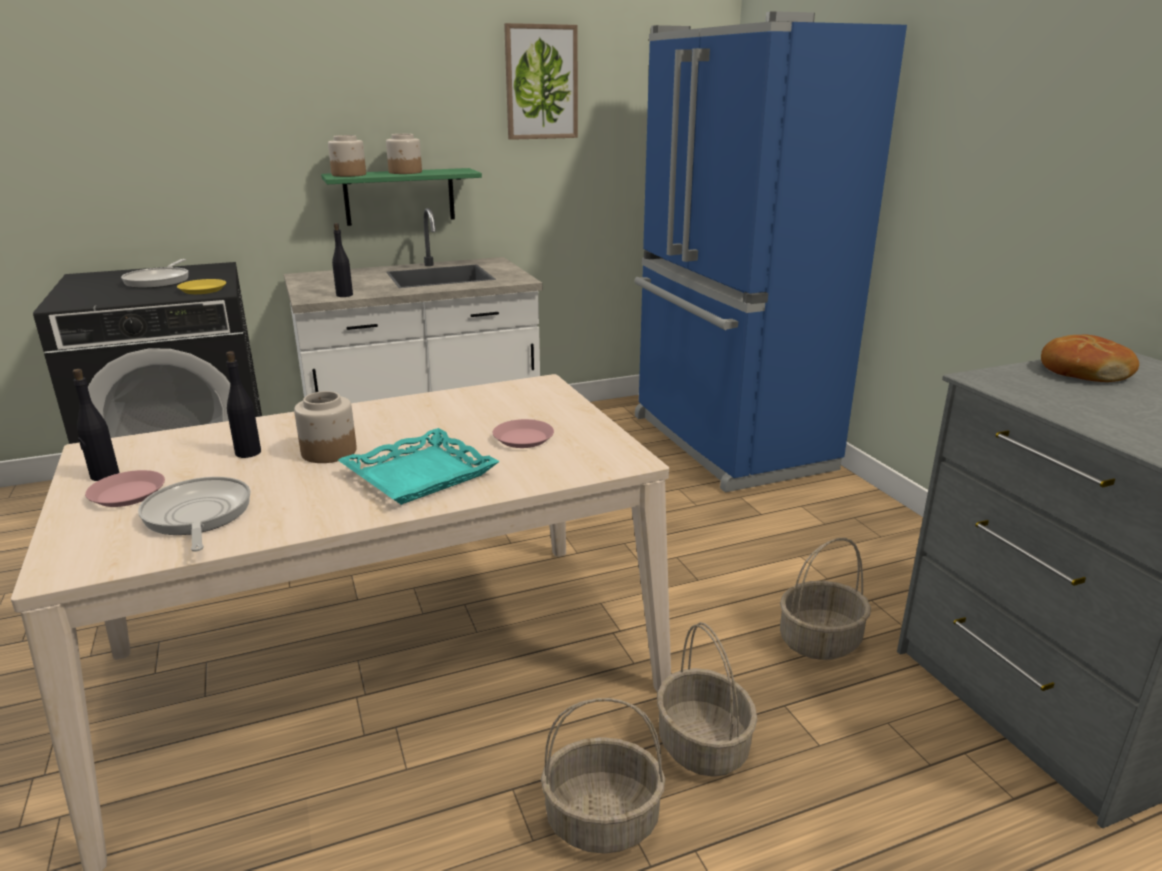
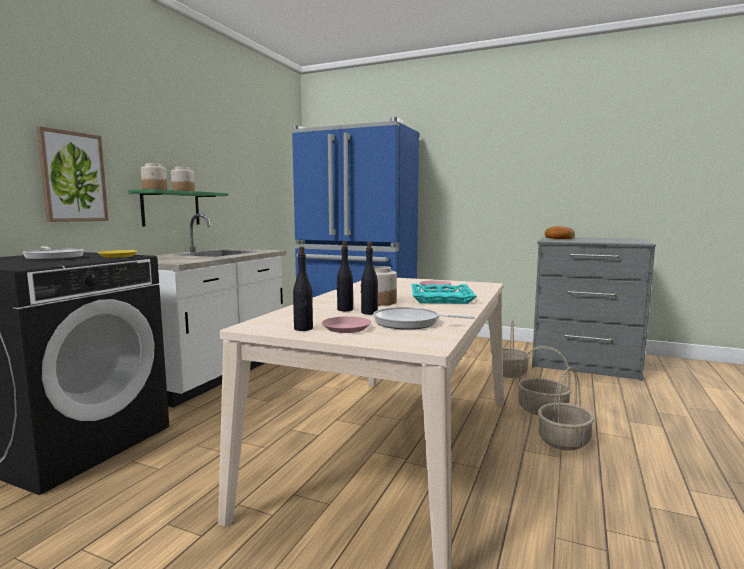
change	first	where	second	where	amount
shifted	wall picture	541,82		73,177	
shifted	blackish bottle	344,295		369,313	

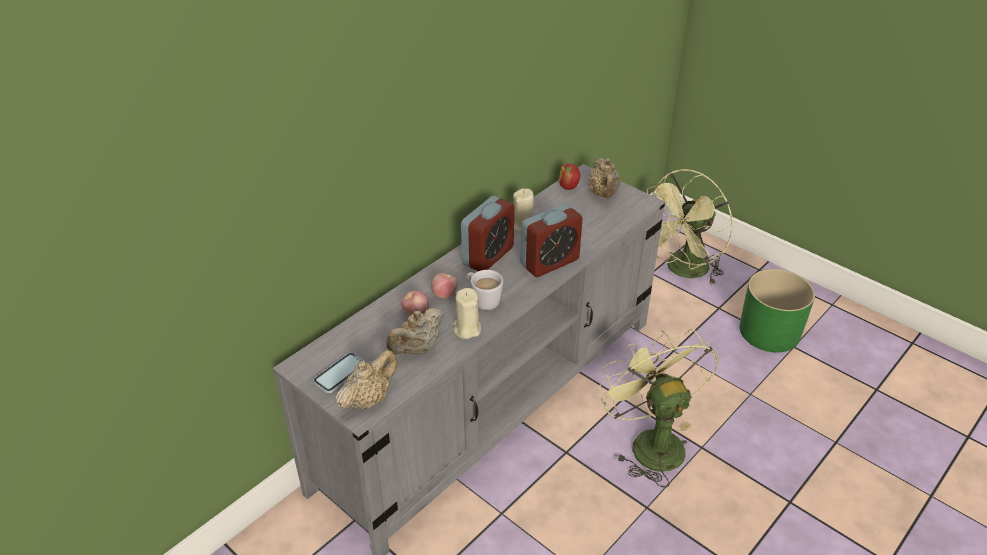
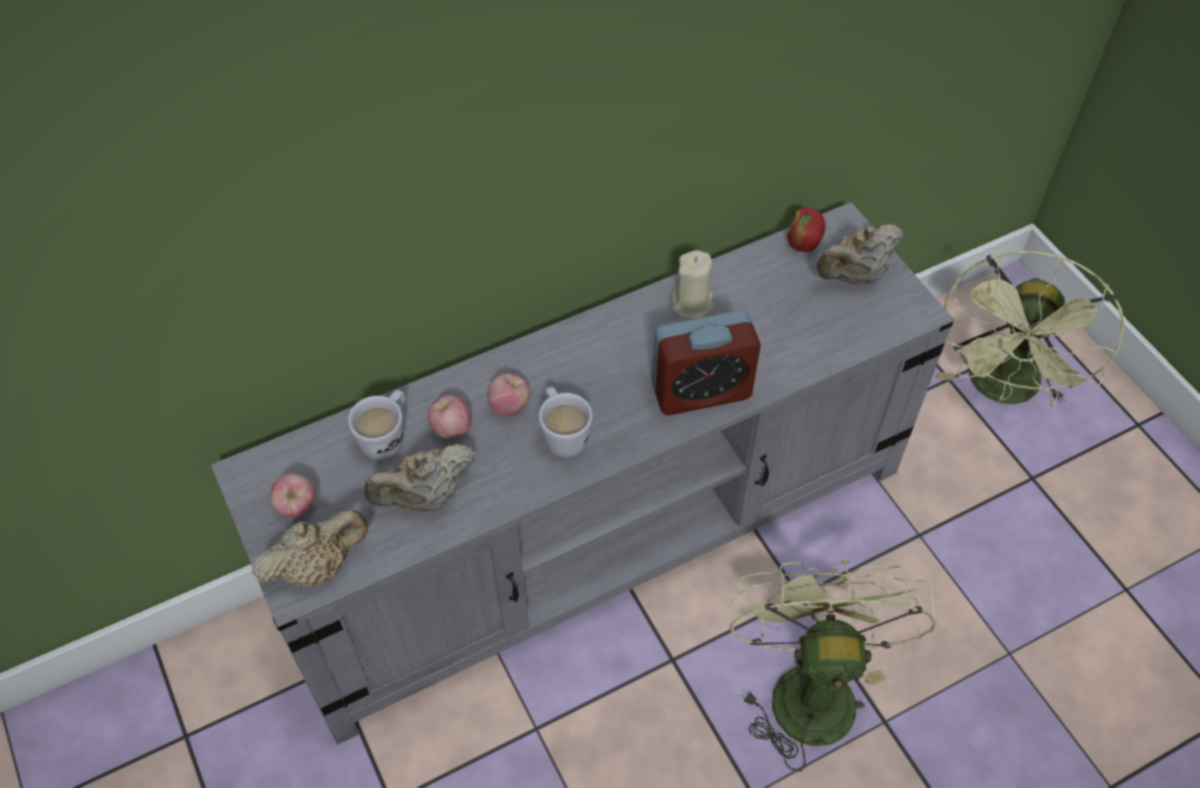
change	first	where	second	where	amount
swapped	telephone	340,374	whole apple	297,507	
new			whitish tea mug	387,437	
rotated	beige tea pot	603,194		855,276	45 degrees clockwise
rotated	greenish electric fan	683,271		1003,390	45 degrees counterclockwise
gone	beige wax candle	467,329			
gone	table clock	488,256			
gone	greenish flower pot	770,331			

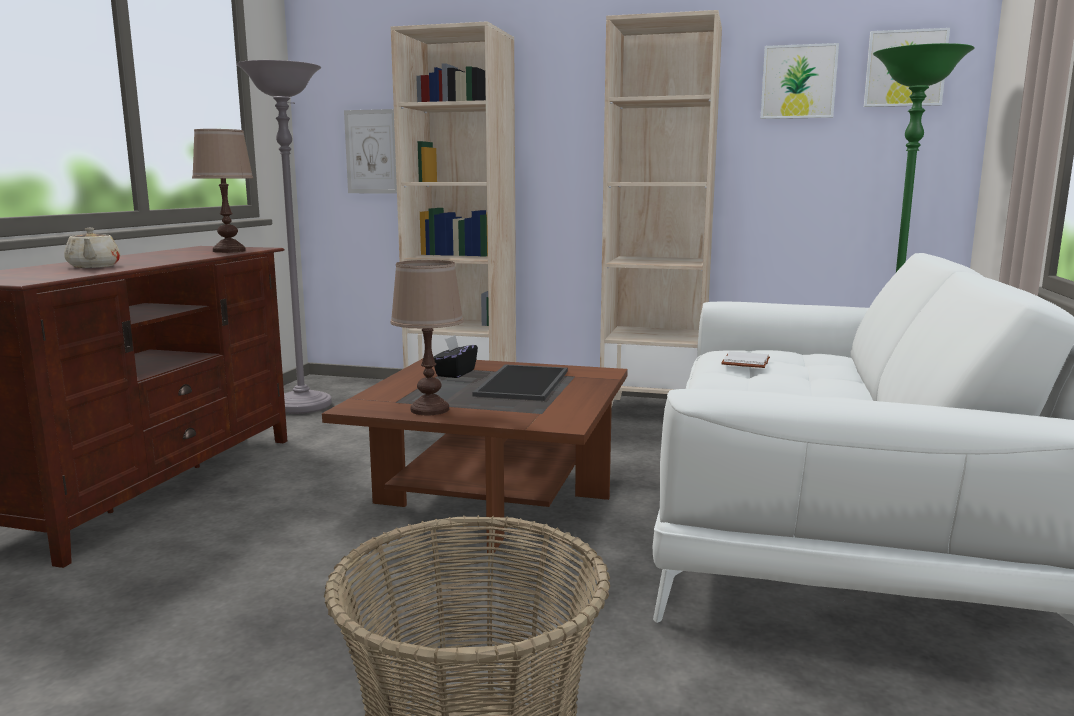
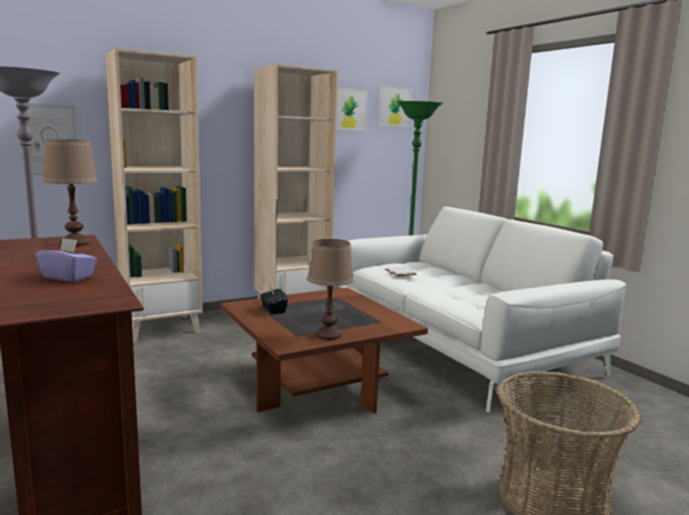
change	first	where	second	where	amount
swapped	beige tea pot	93,266	purple-coloured tissue holder	68,277	
gone	serving tray	521,382			

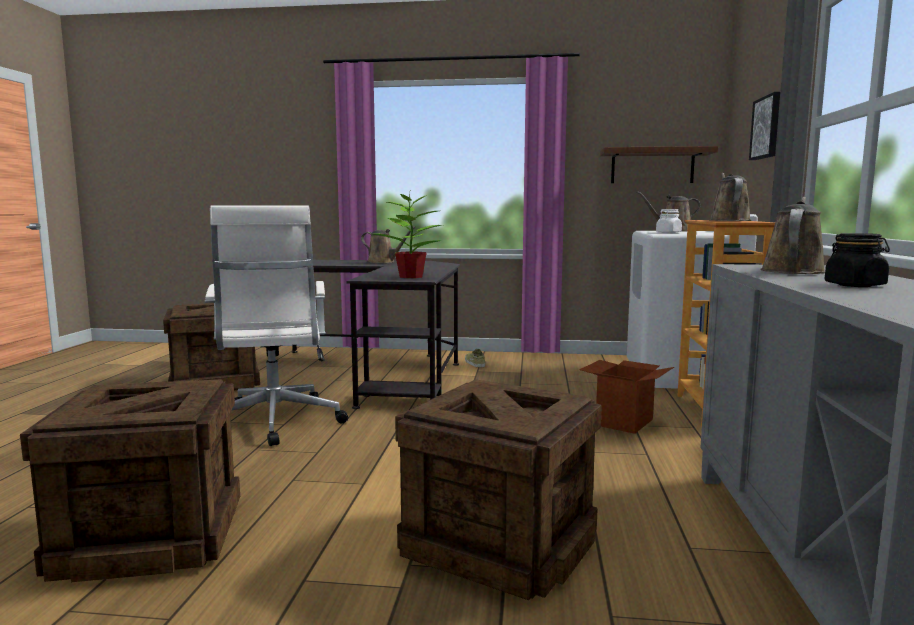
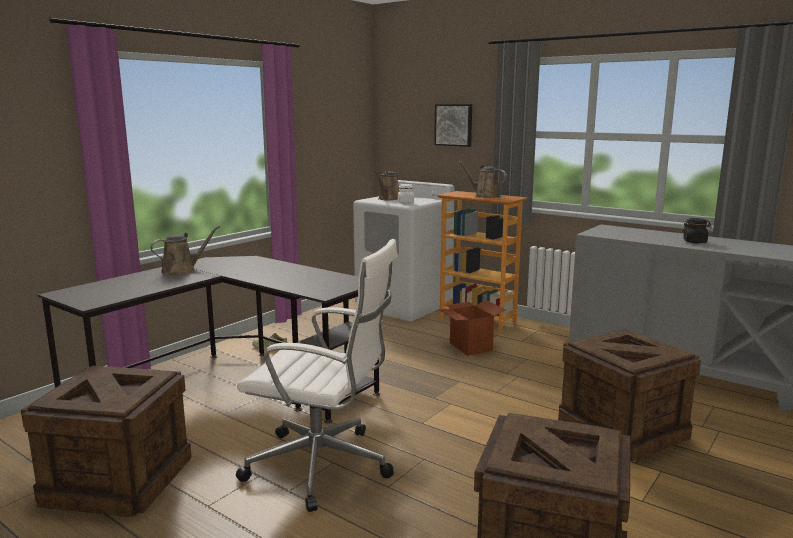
change	first	where	second	where	amount
gone	houseplant	412,277			
gone	brownish shelf	652,166			
gone	brownish watering can	792,271			

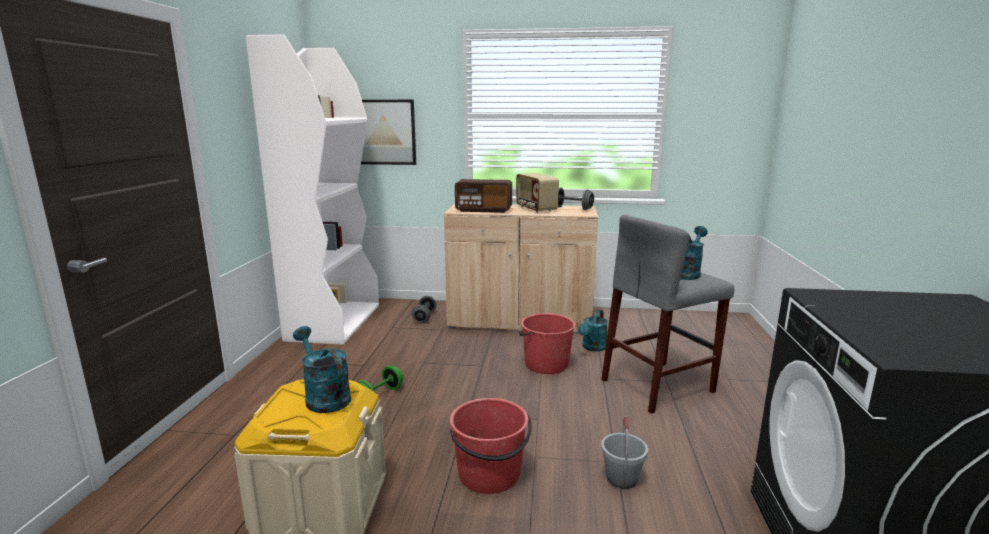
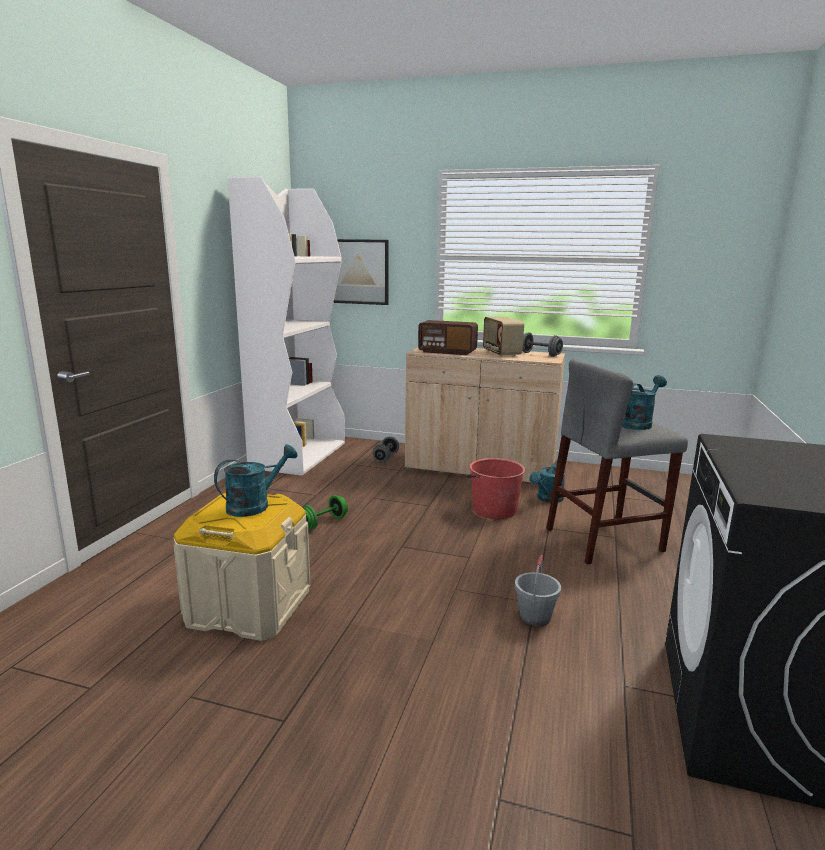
change	first	where	second	where	amount
rotated	blue-green watering can	324,397		255,505	75 degrees clockwise
gone	red pail	490,474			

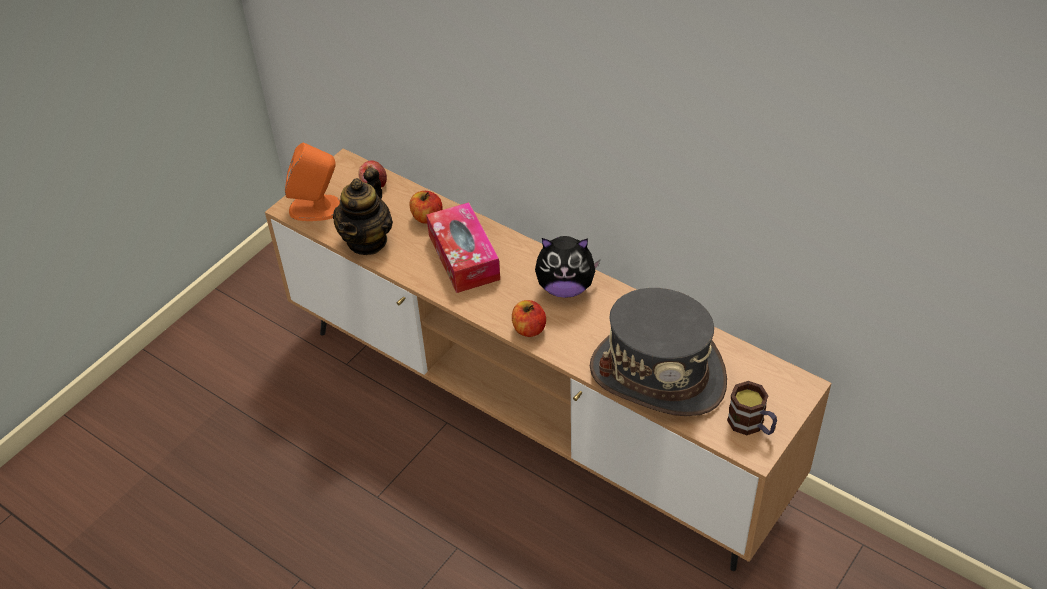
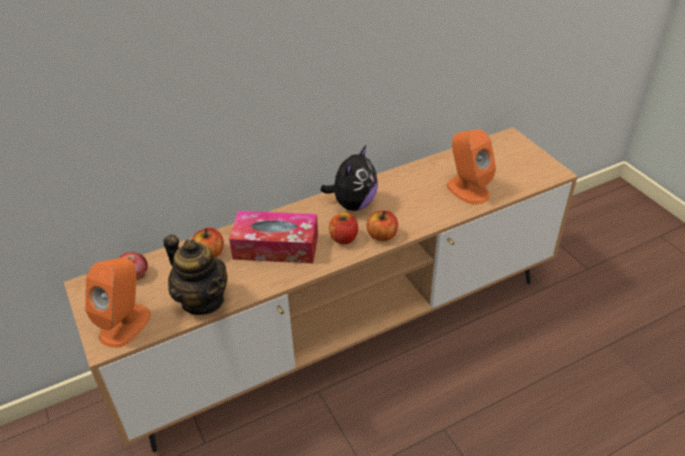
change	first	where	second	where	amount
new			whole apple	343,238	
swapped	greyish wearable hat	658,375	orange-coloured audio speaker	467,189	
gone	tea mug	751,425			

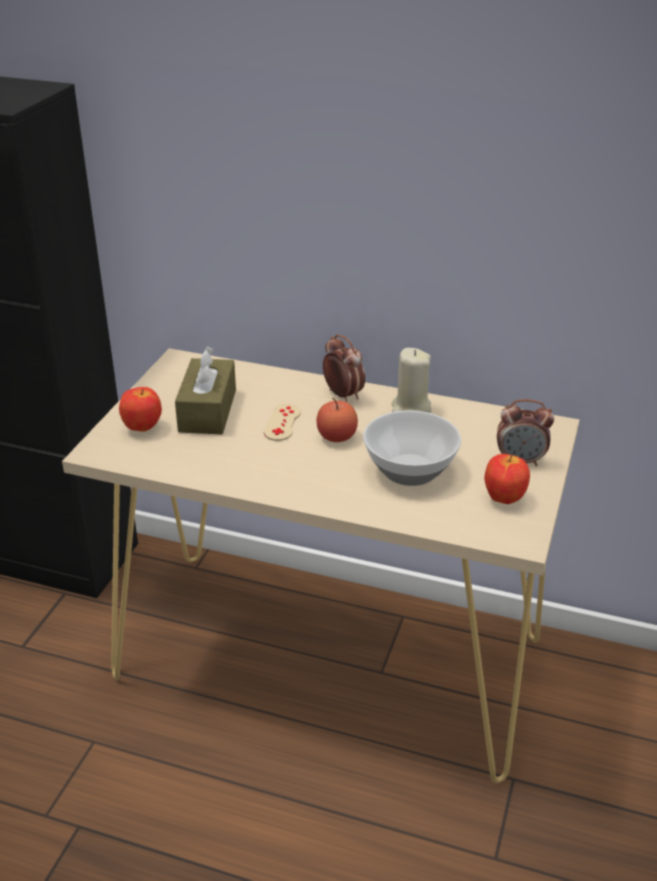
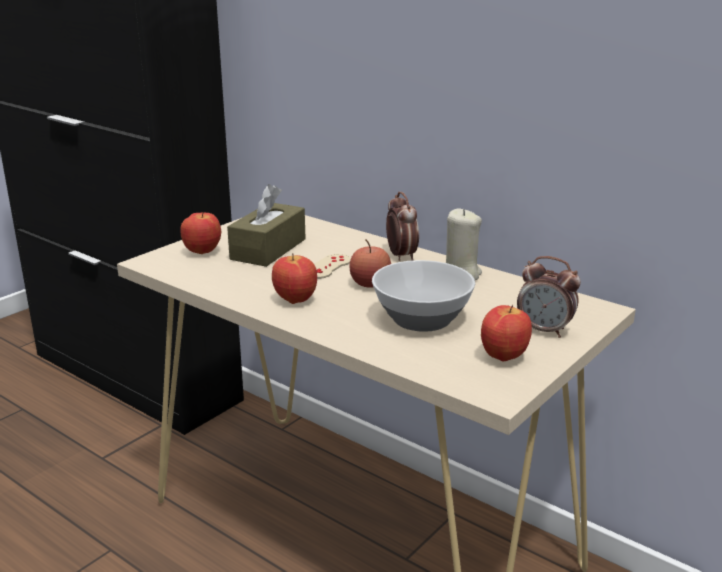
change	first	where	second	where	amount
new			whole apple	294,300	

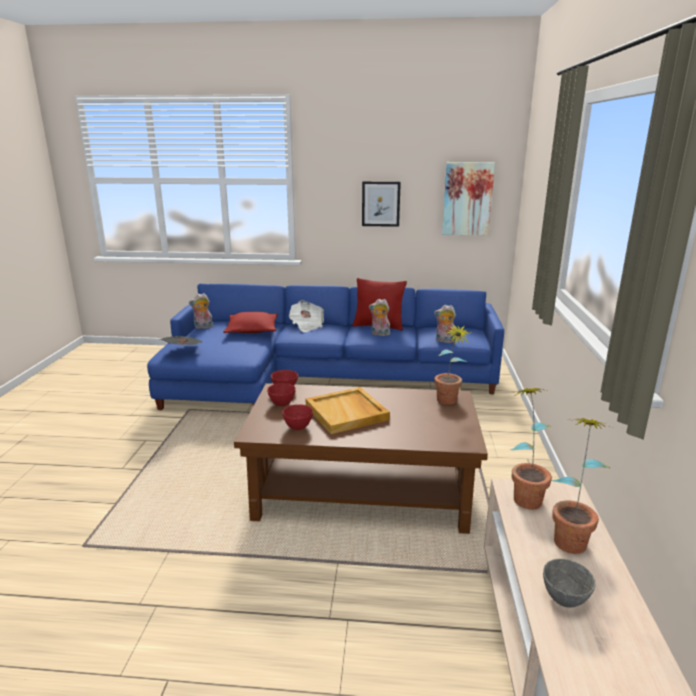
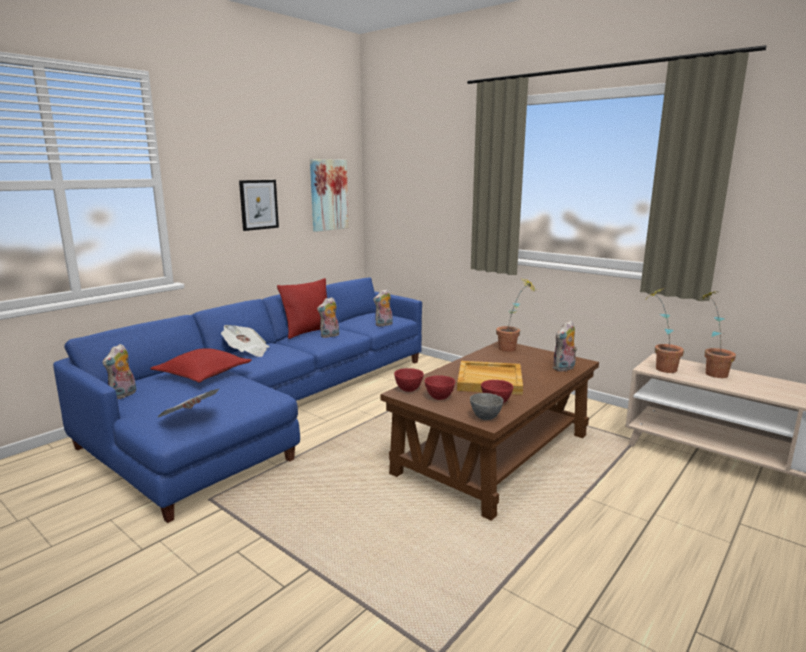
change	first	where	second	where	amount
shifted	greyish serving bowl	563,599		485,417	
new			soft toy	564,368	

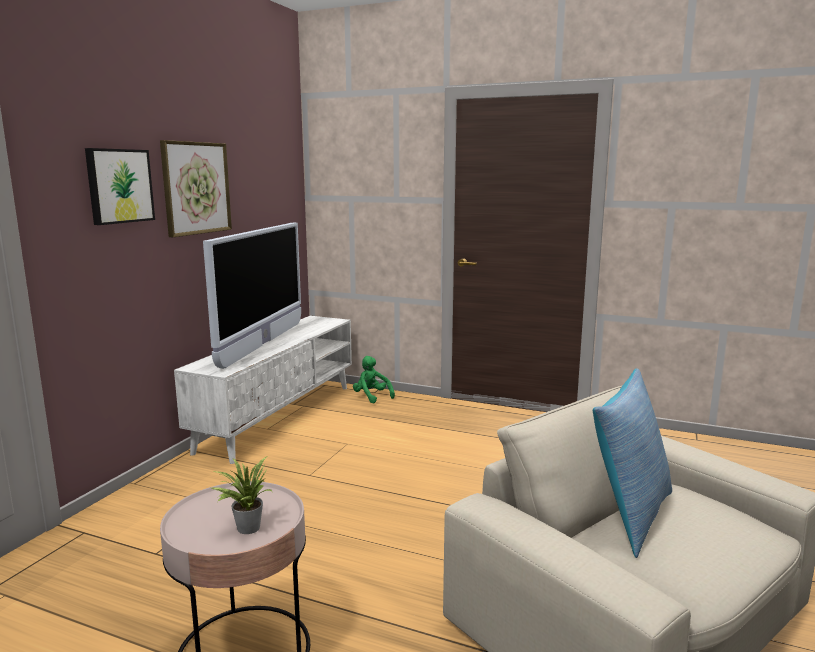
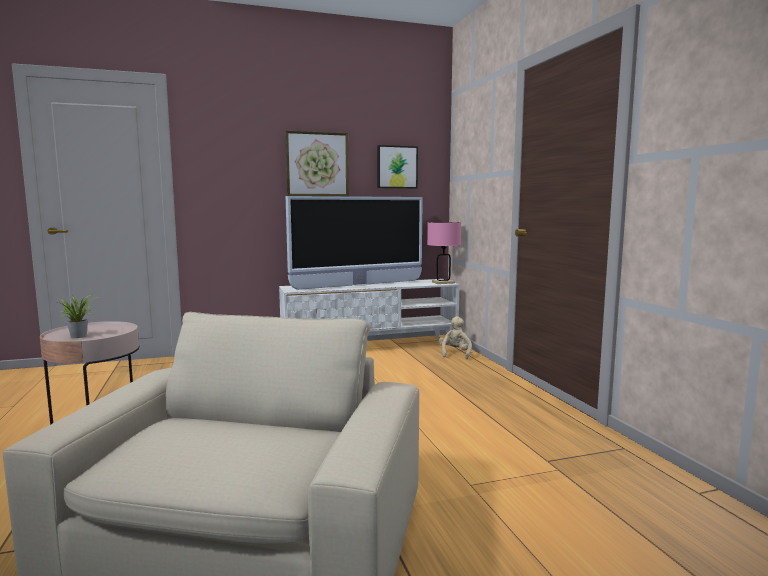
change	first	where	second	where	amount
shifted	wall picture	119,186		396,167	
new			pinkish table lamp	443,282	
repainted	greenish soft toy	371,397	beige soft toy	455,354	
gone	cushion	629,514			

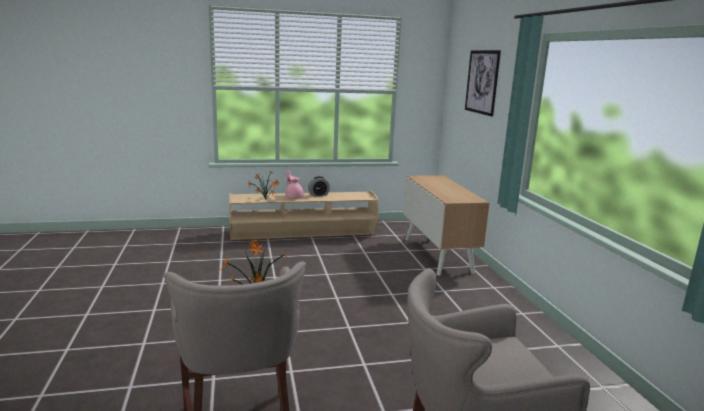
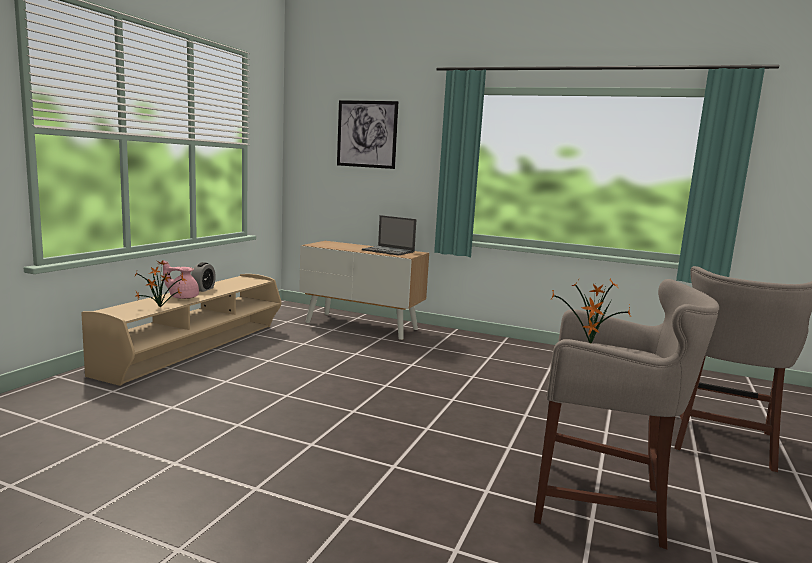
change	first	where	second	where	amount
new			notebook computer	389,251	

